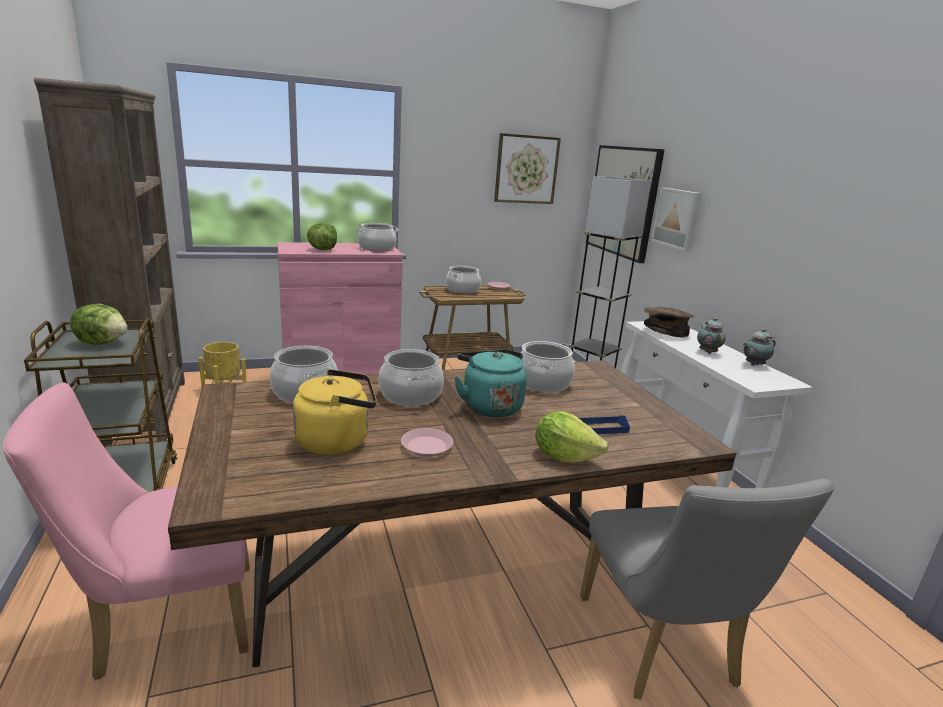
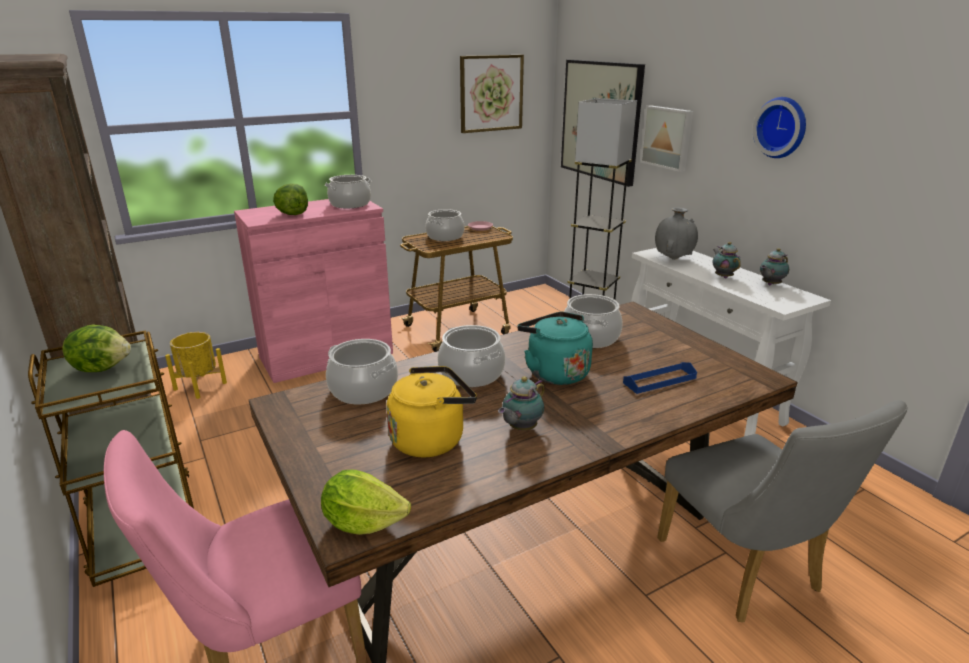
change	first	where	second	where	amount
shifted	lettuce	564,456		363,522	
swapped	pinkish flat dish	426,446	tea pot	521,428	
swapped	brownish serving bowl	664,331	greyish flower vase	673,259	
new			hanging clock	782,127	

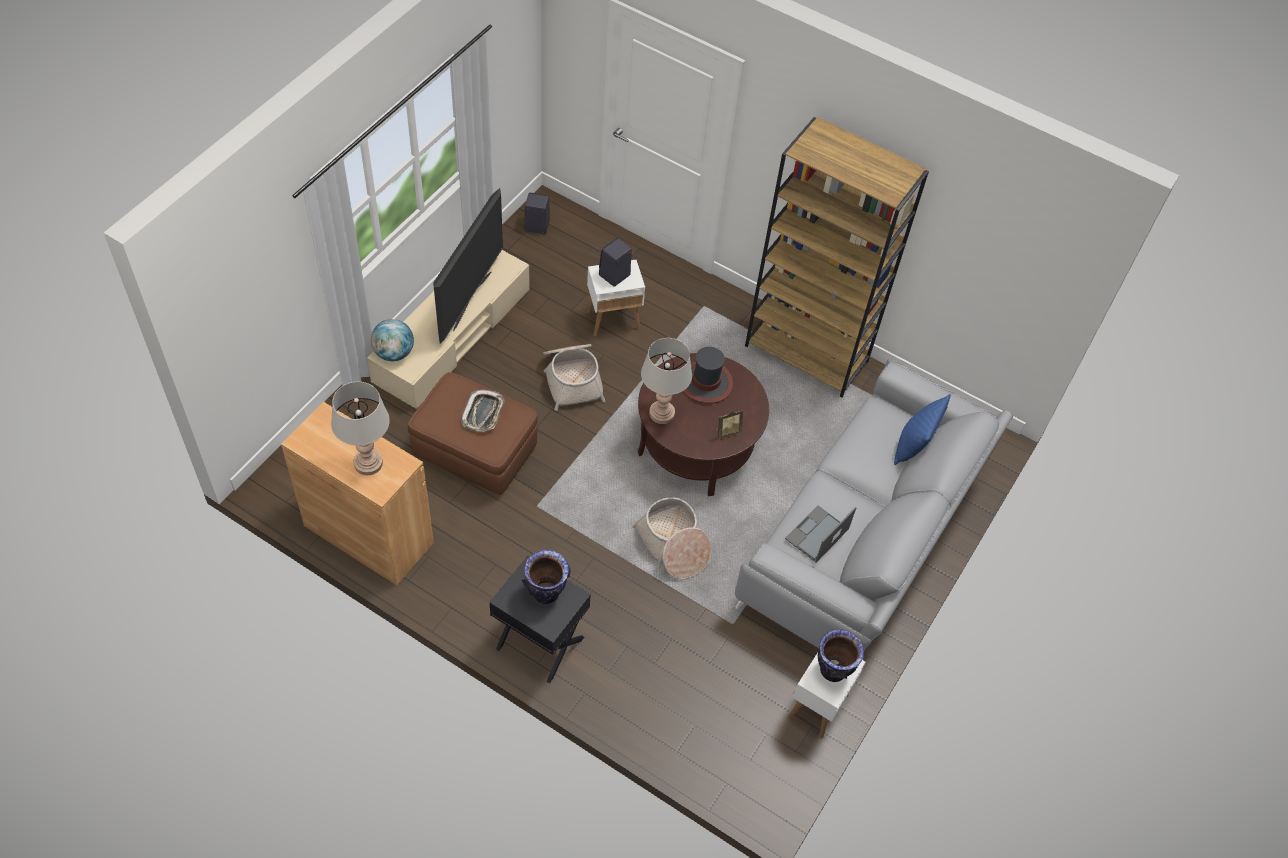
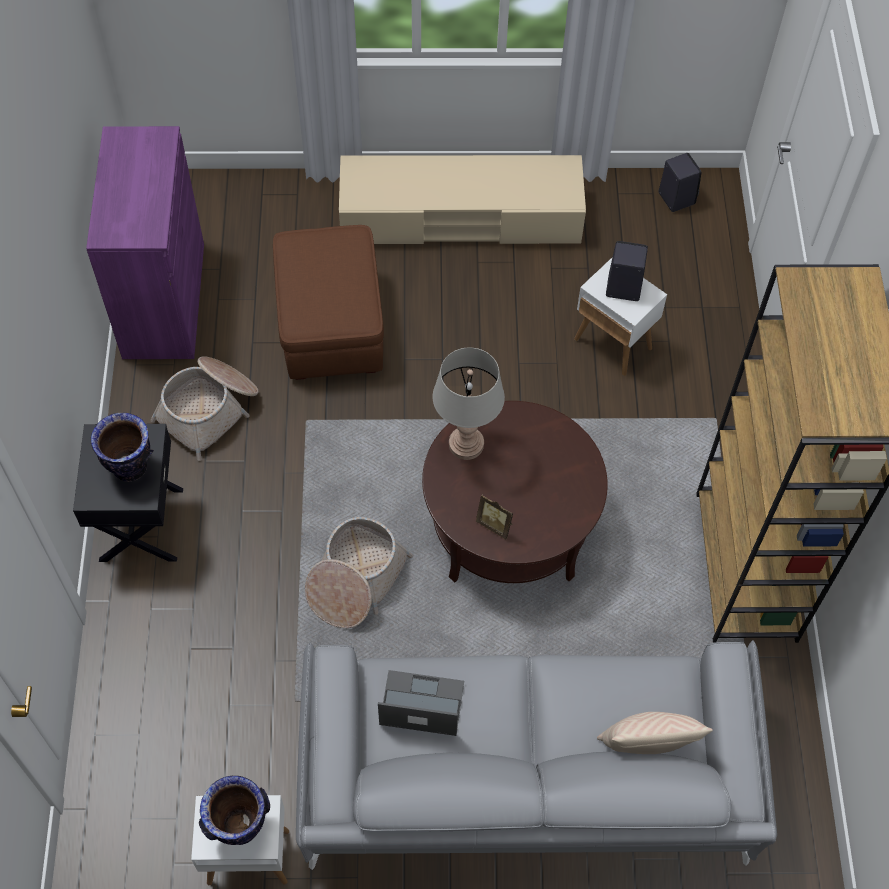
change	first	where	second	where	amount
repainted	brownish storage cabinet	368,534	purple-coloured storage cabinet	164,300	
shifted	basket	572,379		210,410	
repainted	blue cushion	913,445	beige cushion	647,746	
gone	greyish table lamp	368,463			
gone	globe	394,353			
gone	TV set	471,300			
gone	serving tray	483,413			
gone	wearable hat	706,383			

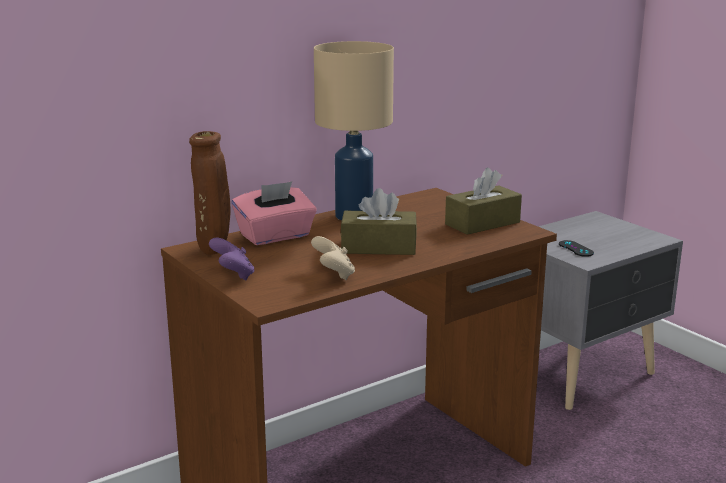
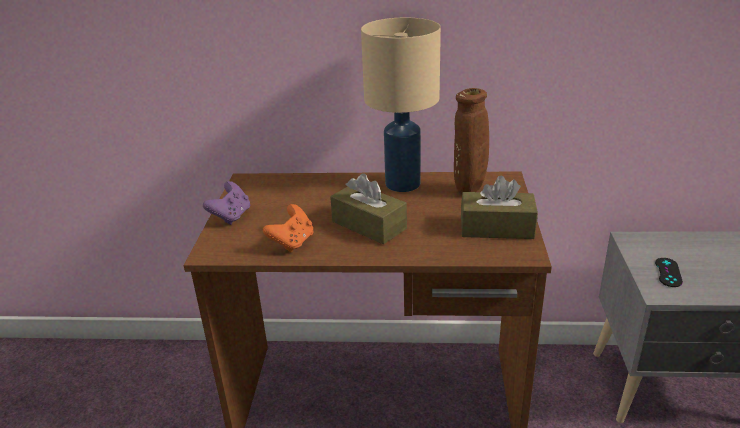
change	first	where	second	where	amount
repainted	beige joypad	334,274	orange-coloured joypad	292,242	
shifted	brownish flower vase	214,251		469,191	
gone	pinkish tissue holder	275,236			

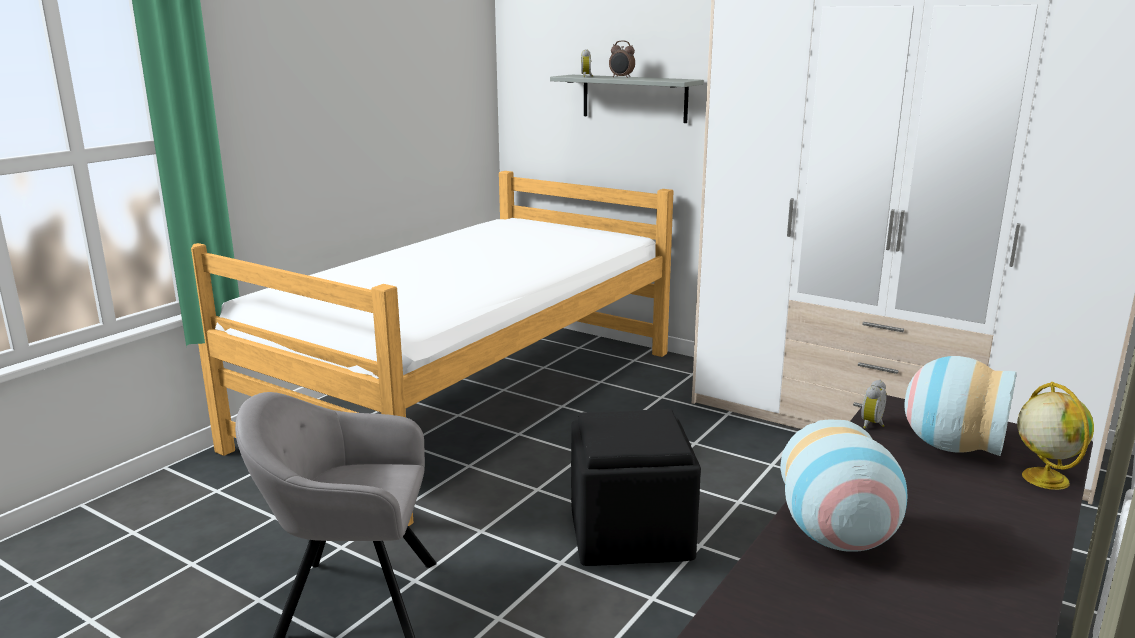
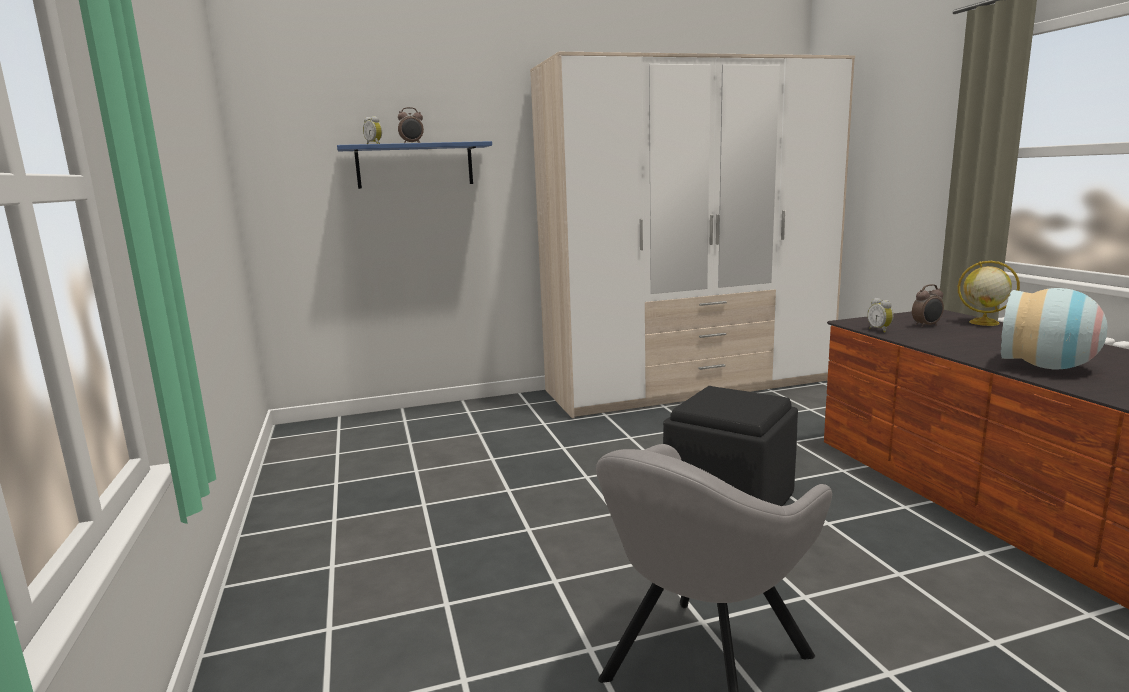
change	first	where	second	where	amount
repainted	greyish shelf	634,98	blue shelf	415,165	
swapped	flower vase	951,446	table clock	926,326	
gone	bed	470,397			

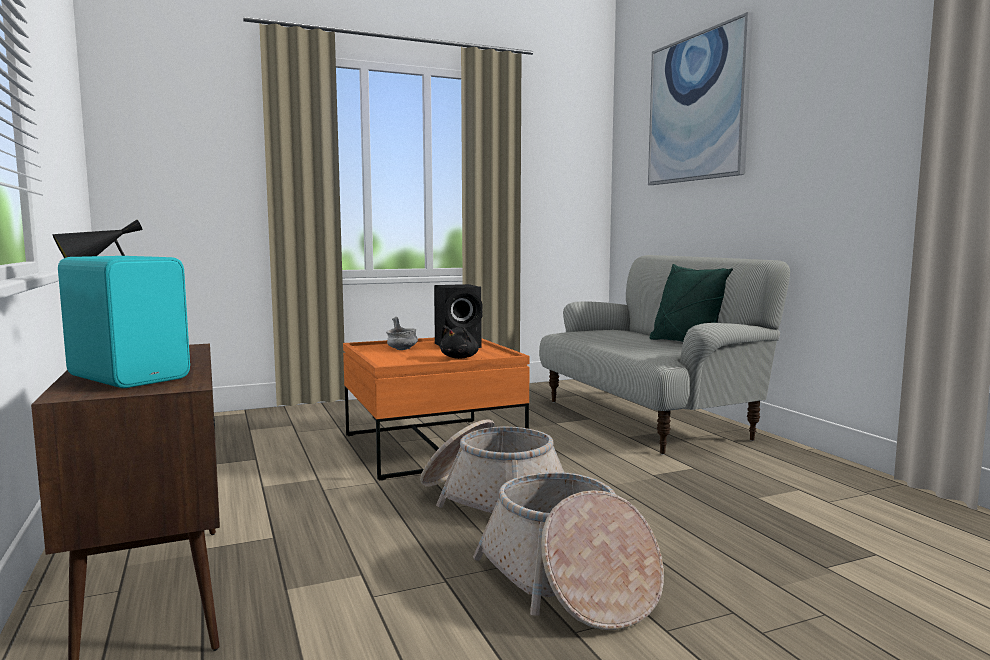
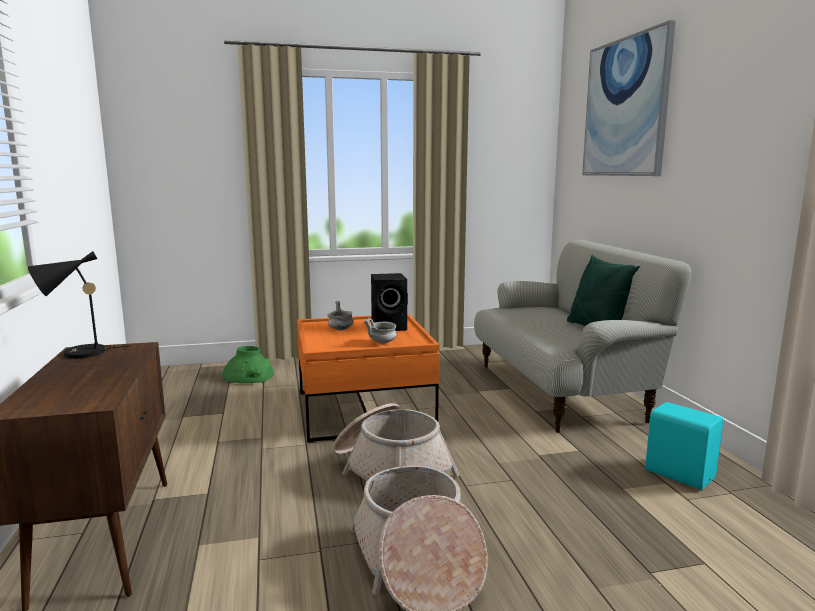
change	first	where	second	where	amount
new			greenish flower vase	248,376	
swapped	blackish soft toy	460,358	greyish serving bowl	382,342	
shifted	blue-green audio speaker	131,377		679,473	

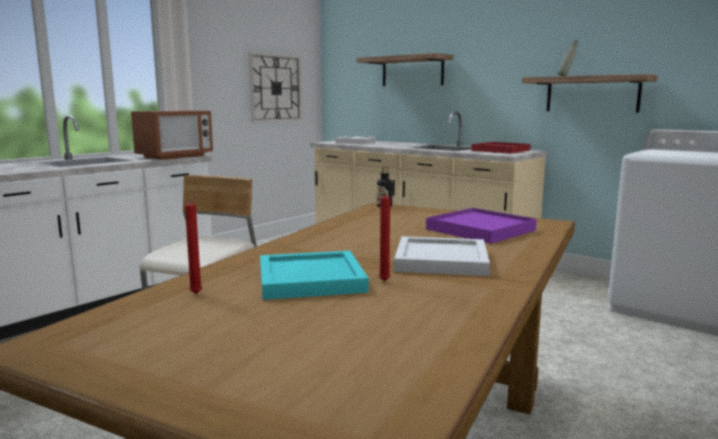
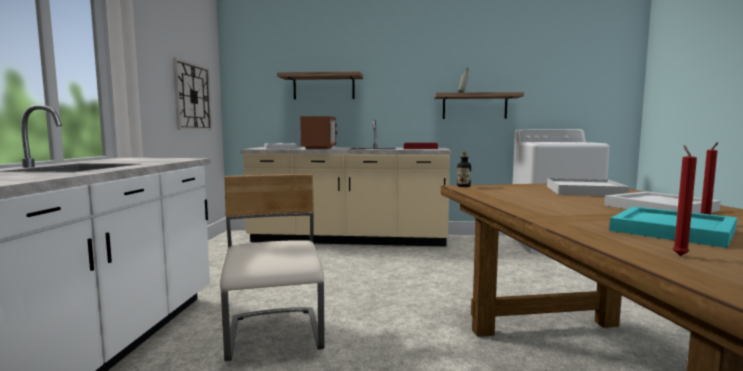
change	first	where	second	where	amount
shifted	microwave oven	175,156		319,148	
repainted	purple-coloured serving tray	480,230	whitish serving tray	584,191	

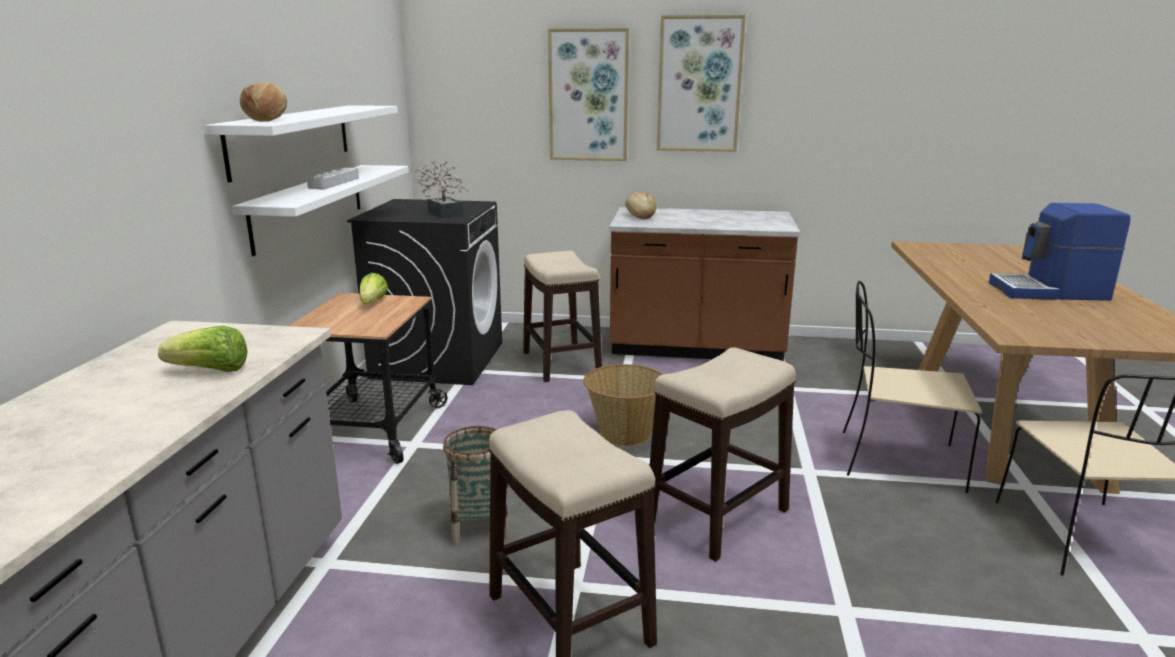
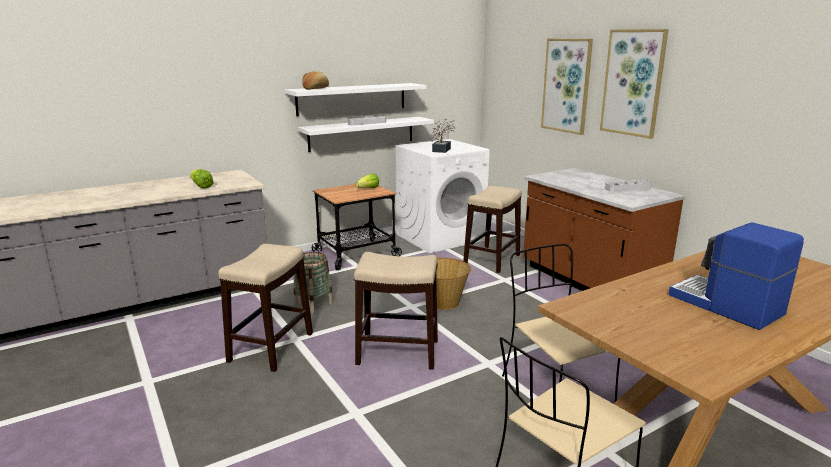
change	first	where	second	where	amount
repainted	blackish washing machine	438,360	whitish washing machine	440,237	
new			greyish serving tray	628,188	
gone	bread	639,216			

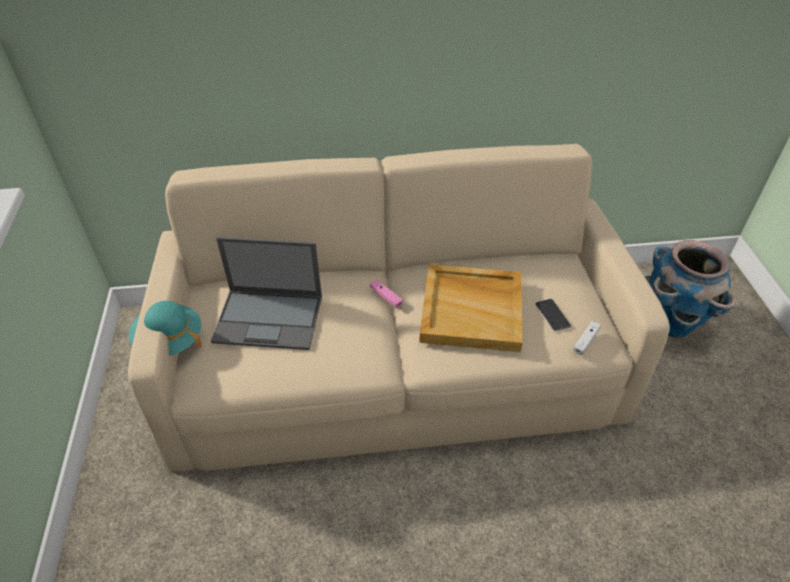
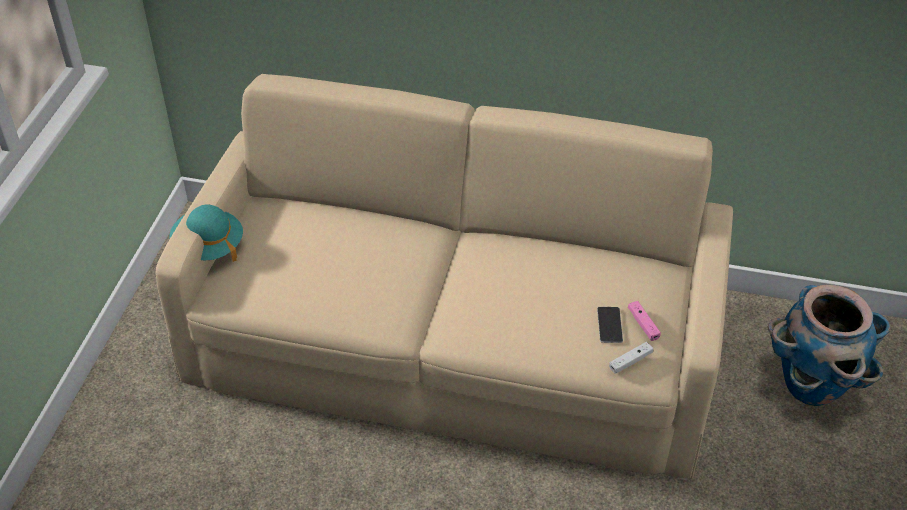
change	first	where	second	where	amount
shifted	pinkish joypad	386,297		643,324	
gone	notebook computer	270,319			
gone	beige serving tray	472,310			

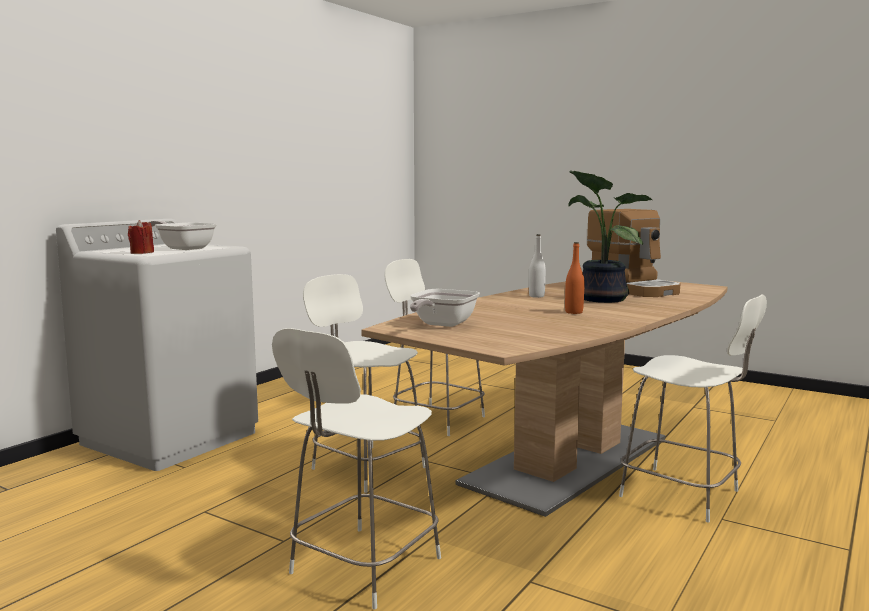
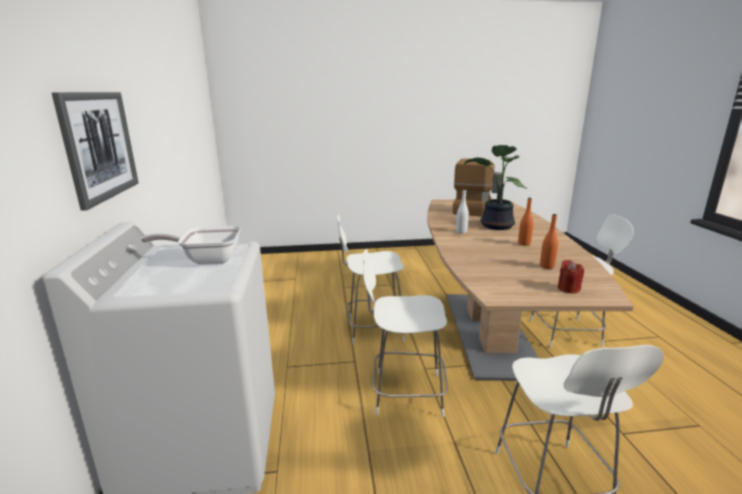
change	first	where	second	where	amount
new			wall picture	99,145	
new			orange-coloured bottle	547,266	
shifted	red wax candle	142,253		568,289	
gone	pan	441,325			

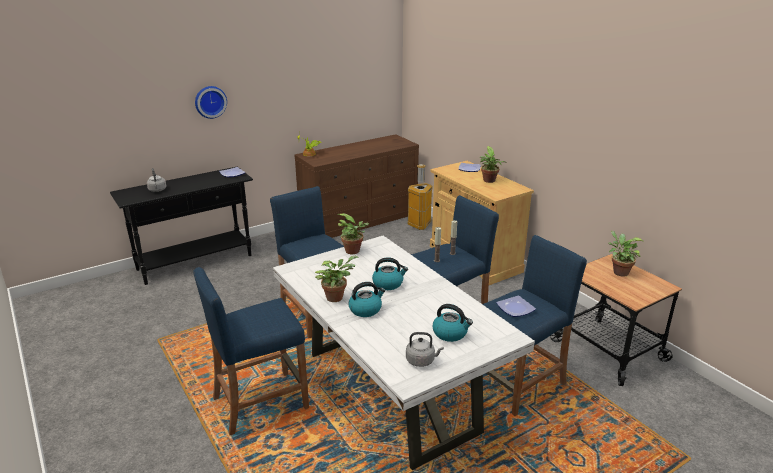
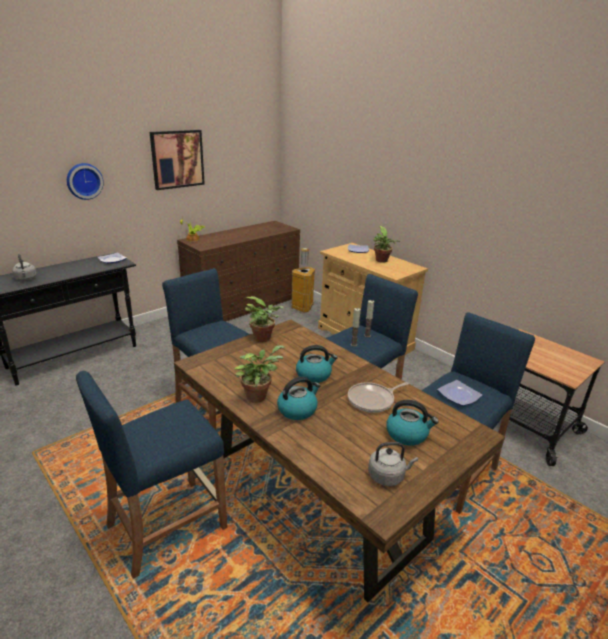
change	first	where	second	where	amount
new			wall picture	177,159	
repainted	whitish kitchen table	392,392	brownish kitchen table	318,496	
new			pan	373,400	
gone	houseplant	618,272			

